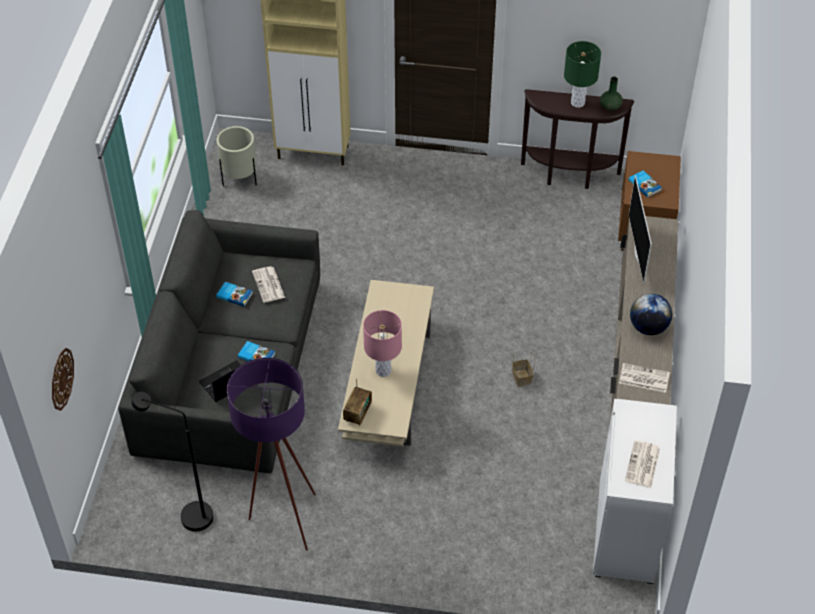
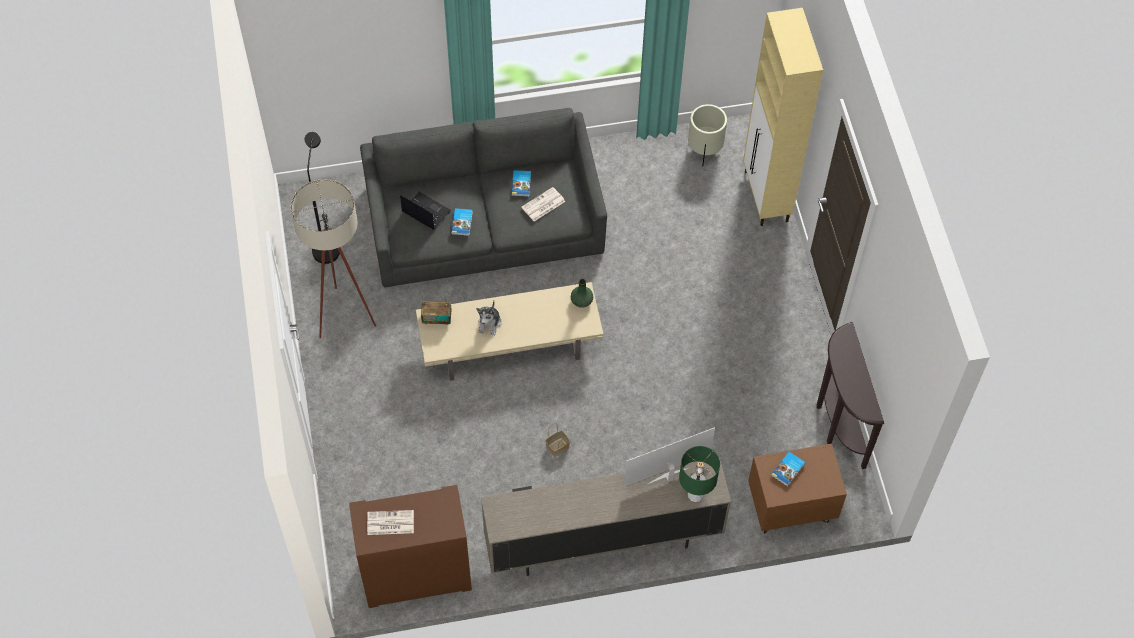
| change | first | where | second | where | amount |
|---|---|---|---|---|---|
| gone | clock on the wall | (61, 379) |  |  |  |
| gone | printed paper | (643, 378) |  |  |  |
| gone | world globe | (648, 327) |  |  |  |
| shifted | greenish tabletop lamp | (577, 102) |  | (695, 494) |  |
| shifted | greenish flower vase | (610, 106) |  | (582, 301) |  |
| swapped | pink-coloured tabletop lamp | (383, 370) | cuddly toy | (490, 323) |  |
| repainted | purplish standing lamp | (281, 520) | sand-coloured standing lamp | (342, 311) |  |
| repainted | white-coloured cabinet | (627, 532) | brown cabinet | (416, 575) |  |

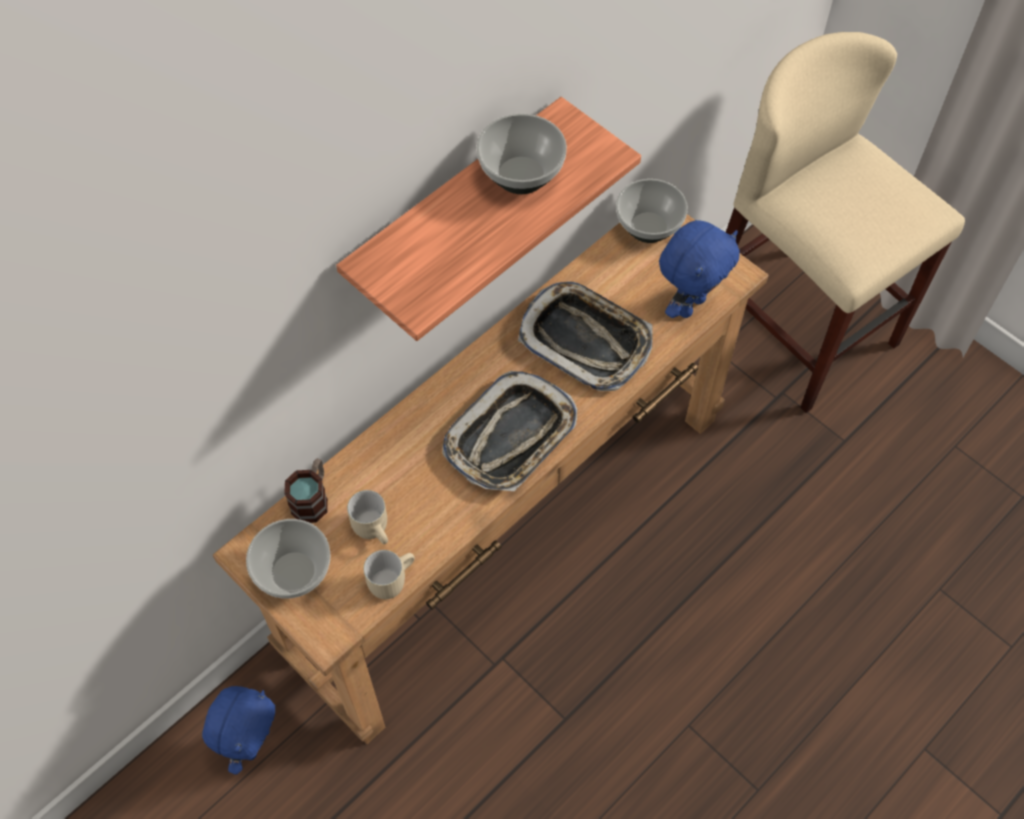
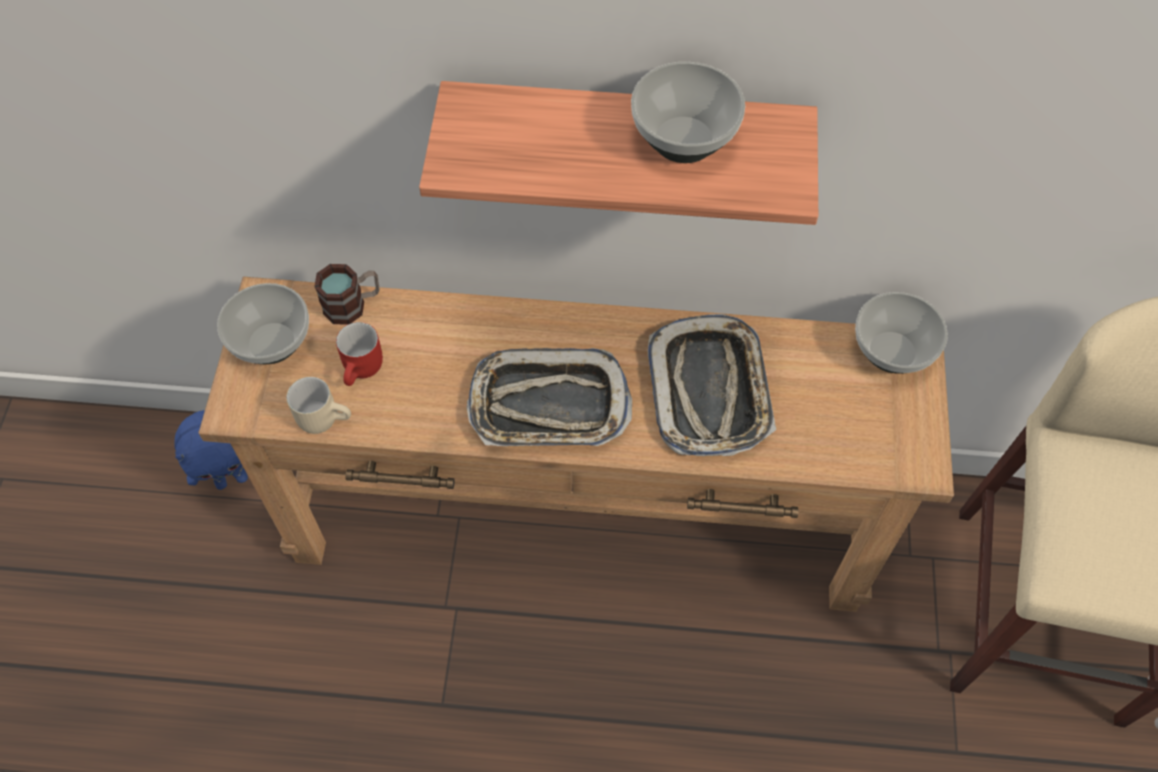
| change | first | where | second | where | amount |
|---|---|---|---|---|---|
| gone | bluish cuddly toy | (689, 305) |  |  |  |
| repainted | sand-coloured mug | (375, 528) | red-coloured mug | (364, 370) |  |

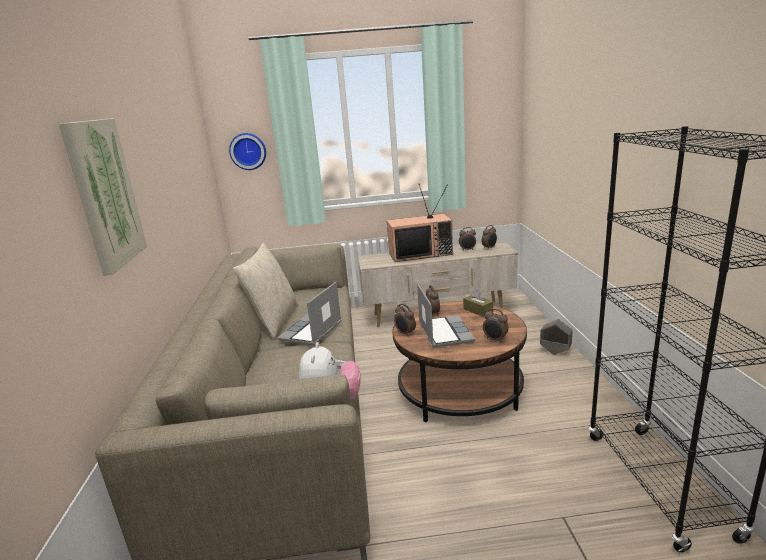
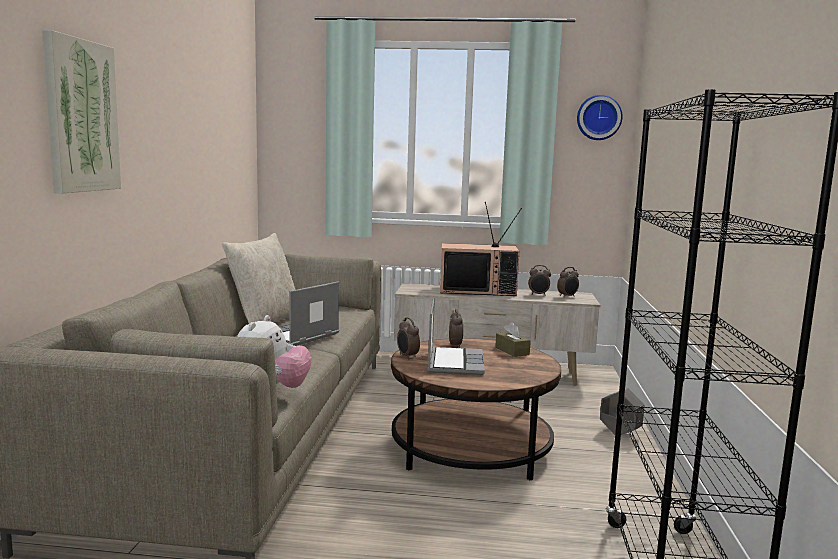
| change | first | where | second | where | amount |
|---|---|---|---|---|---|
| gone | bedside clock | (495, 339) |  |  |  |
| shifted | clock on the wall | (248, 151) |  | (598, 117) |  |

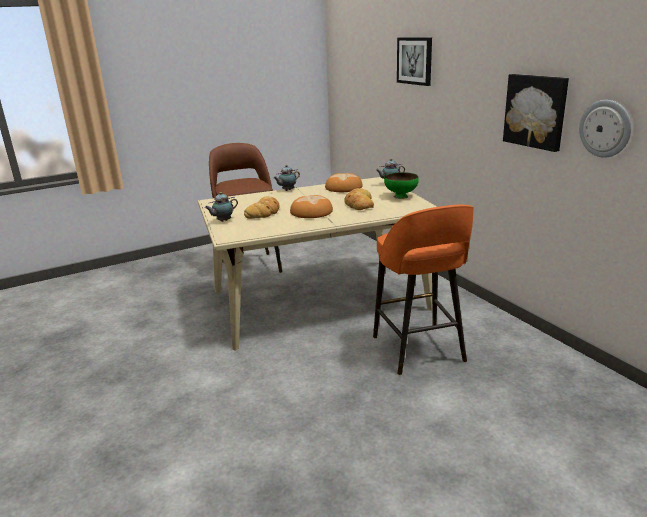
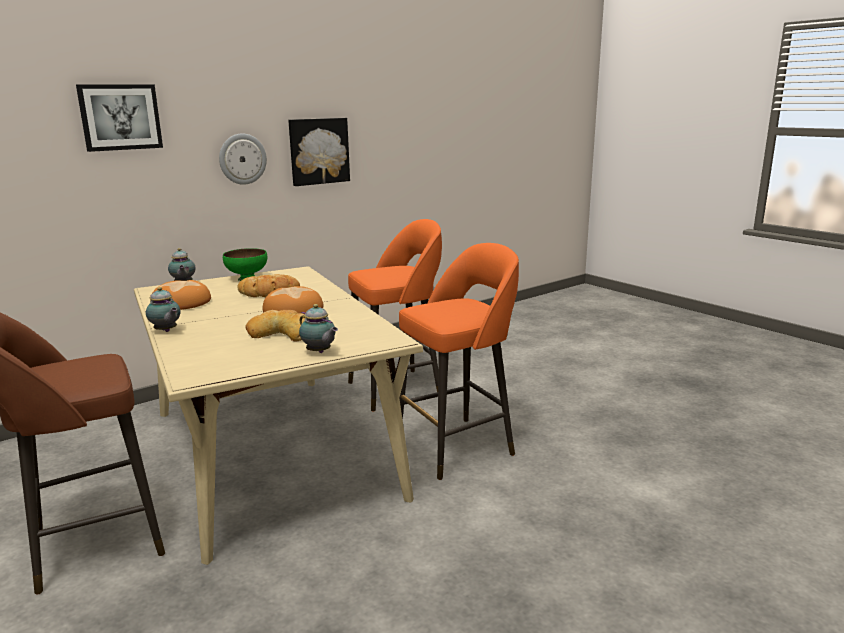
| change | first | where | second | where | amount |
|---|---|---|---|---|---|
| new |  |  | orange-coloured sitting stool | (457, 446) |  |
| shifted | clock on the wall | (605, 128) |  | (242, 159) |  |

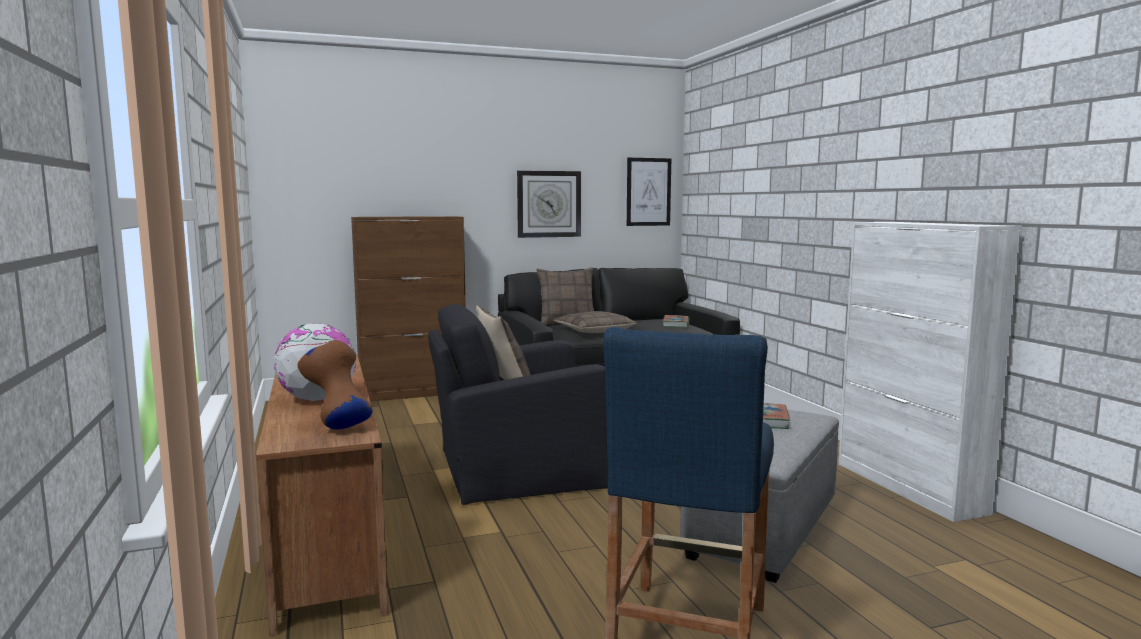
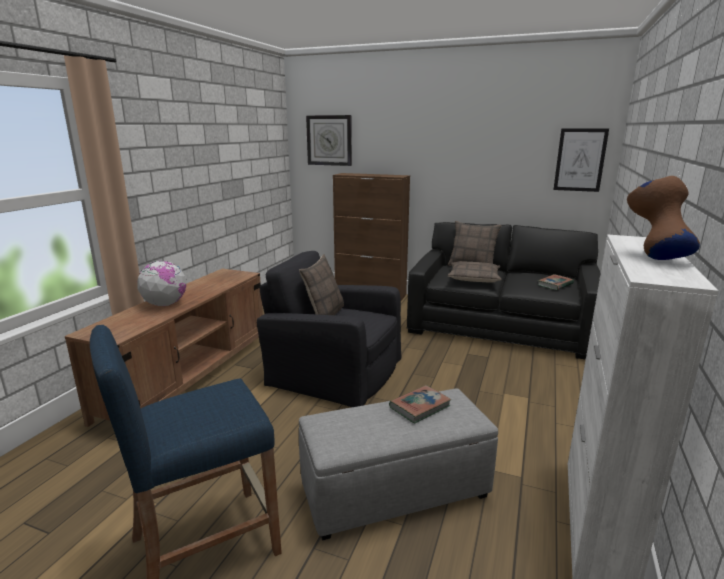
| change | first | where | second | where | amount |
|---|---|---|---|---|---|
| shifted | brown flower vase | (337, 426) |  | (654, 257) |  |
| shifted | clock on the wall | (548, 204) |  | (329, 140) |  |

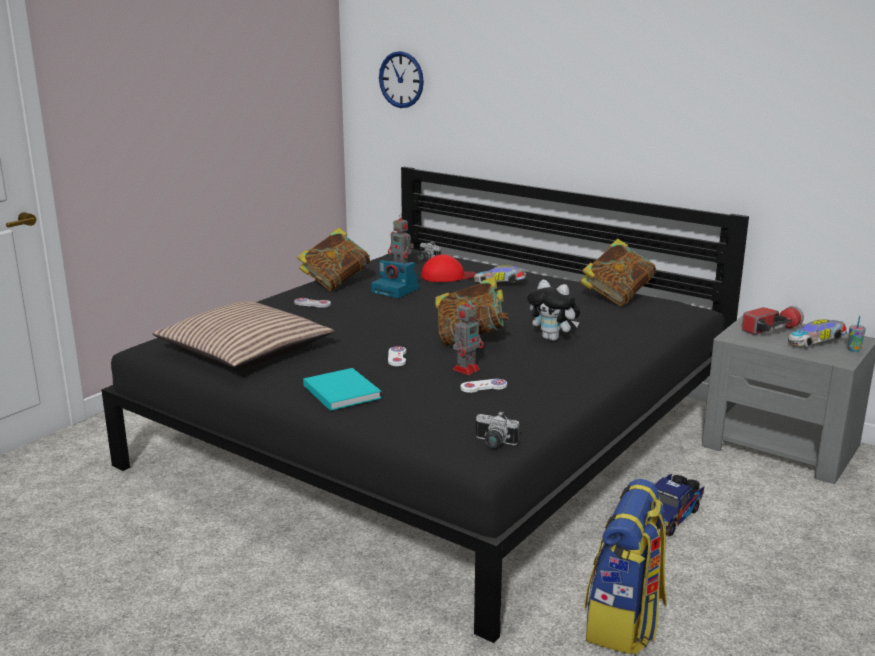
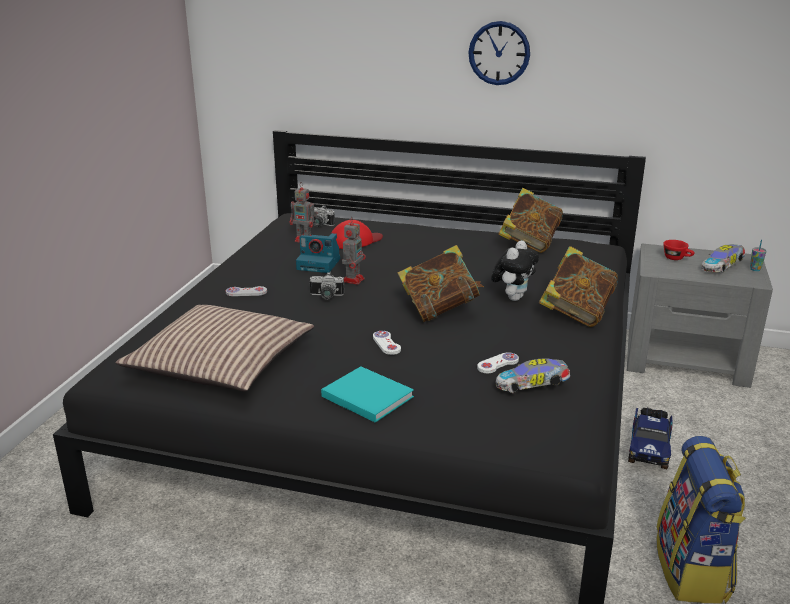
| change | first | where | second | where | amount |
|---|---|---|---|---|---|
| shifted | bound book | (335, 283) |  | (576, 313) |  |
| shifted | clock on the wall | (401, 79) |  | (499, 53) |  |
| shifted | robot figure | (467, 369) |  | (353, 279) |  |
| shifted | model car | (501, 284) |  | (533, 387) |  |
| shifted | photo camera | (493, 443) |  | (326, 296) |  |
| swapped | torch | (772, 330) | red-coloured drinking cup | (677, 258) |  |
| rotated | cuddly toy | (553, 338) |  | (513, 297) | 75 degrees counterclockwise |

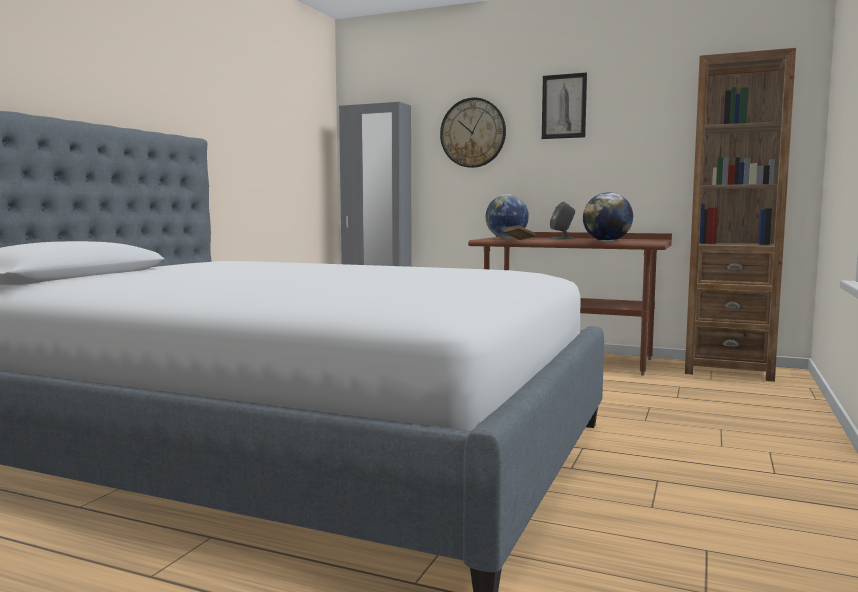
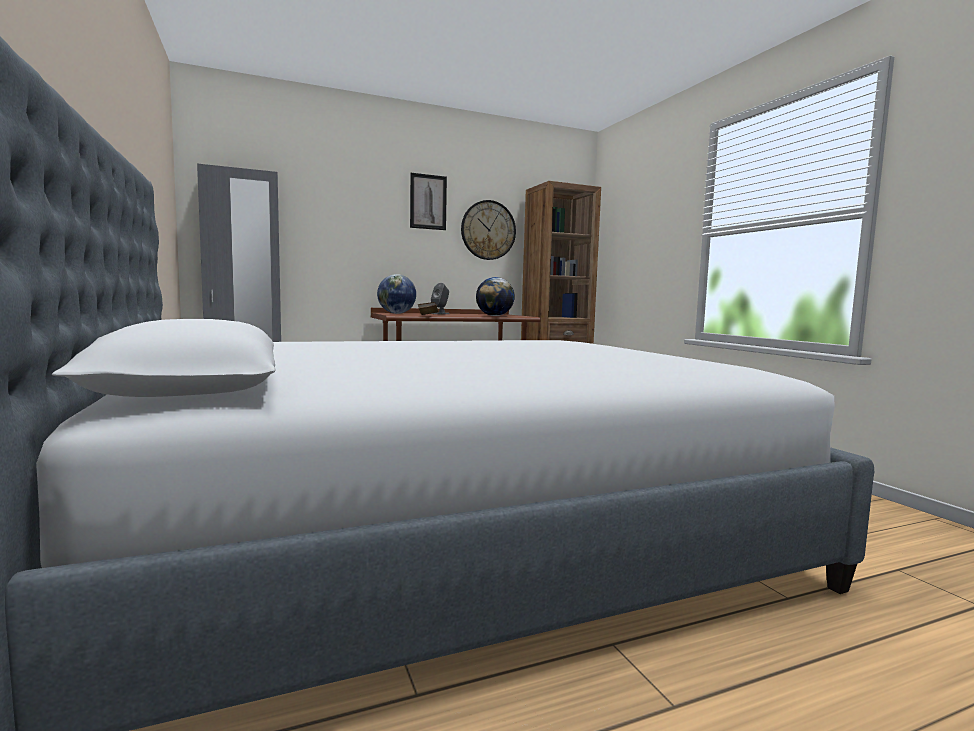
| change | first | where | second | where | amount |
|---|---|---|---|---|---|
| shifted | clock on the wall | (473, 133) |  | (488, 230) |  |

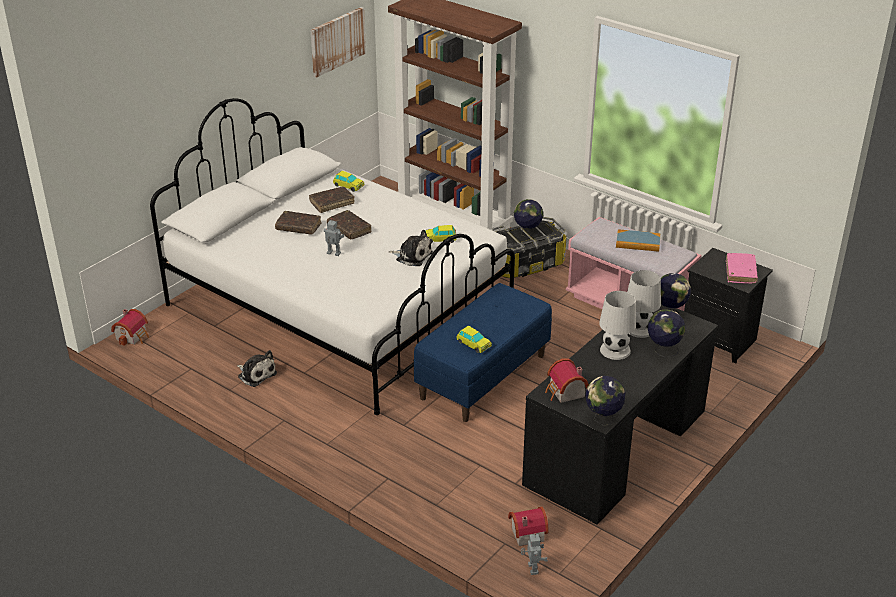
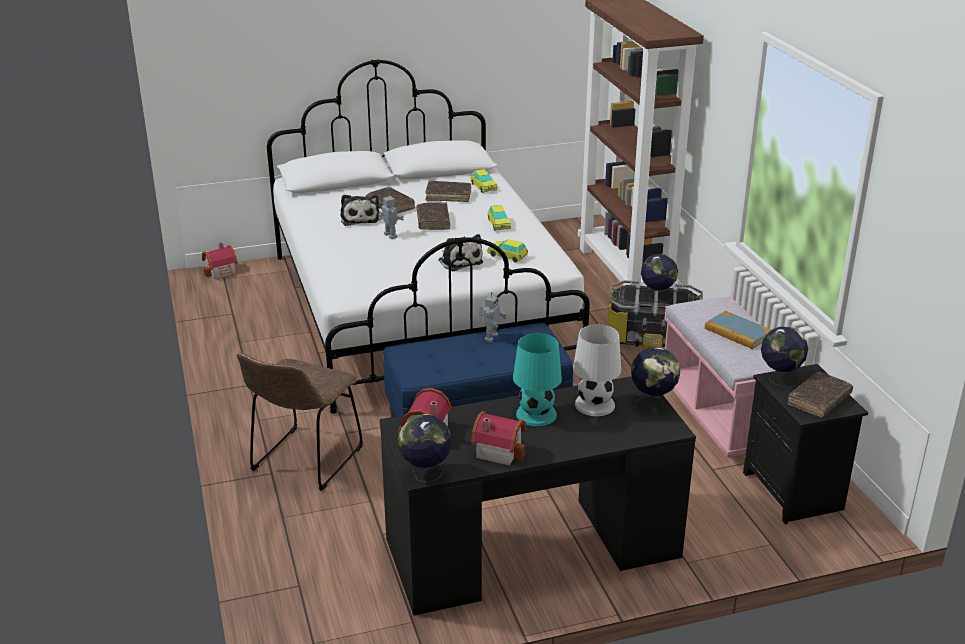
| change | first | where | second | where | amount |
|---|---|---|---|---|---|
| gone | wall art | (337, 41) |  |  |  |
| new |  |  | brown upright chair | (304, 462) |  |
| shifted | cuddly toy | (256, 374) |  | (359, 218) |  |
| shifted | model car | (474, 344) |  | (499, 224) |  |
| shifted | miniature house | (526, 533) |  | (498, 450) |  |
| shifted | robot figure | (532, 569) |  | (490, 337) |  |
| shifted | world globe | (663, 351) |  | (779, 379) |  |
| repainted | white-coloured tabletop lamp | (614, 350) | turquoise tabletop lamp | (535, 414) |  |
| repainted | pink-coloured bound book | (740, 272) | brown bound book | (819, 400) |  |

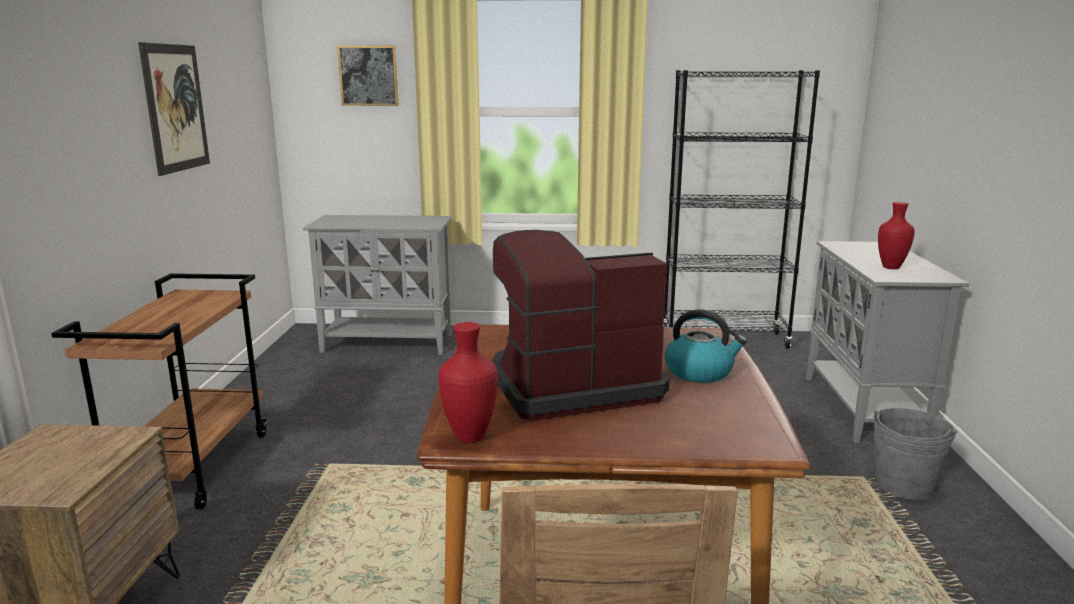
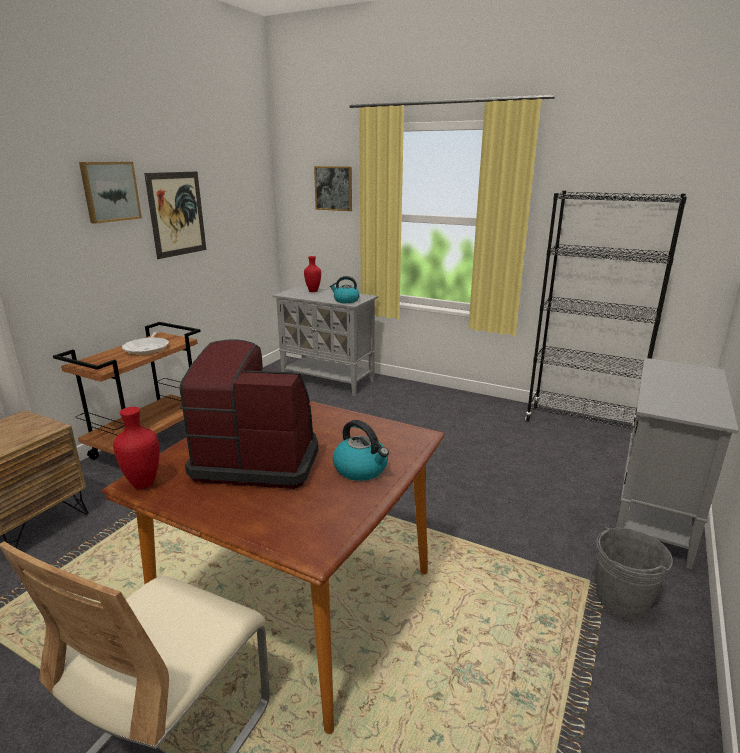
| change | first | where | second | where | amount |
|---|---|---|---|---|---|
| new |  |  | wall art | (110, 191) |  |
| new |  |  | pan | (147, 348) |  |
| new |  |  | water kettle | (346, 300) |  |
| shifted | red-coloured flower vase | (892, 268) |  | (313, 291) |  |

